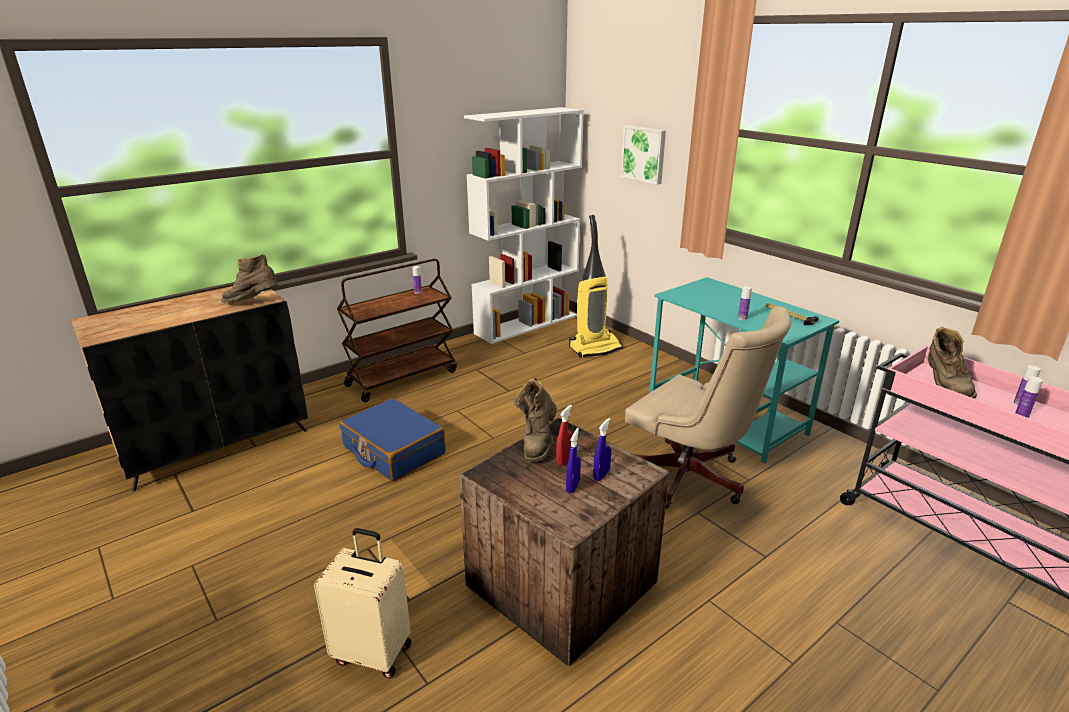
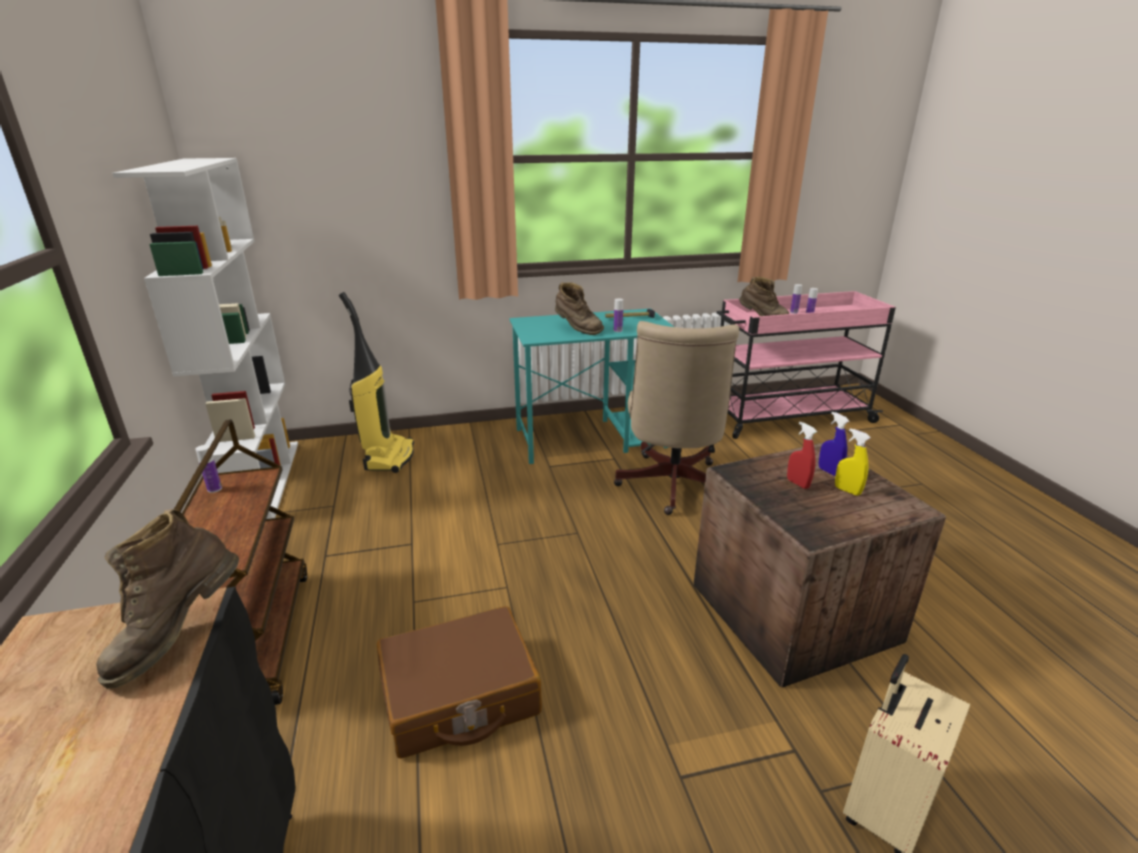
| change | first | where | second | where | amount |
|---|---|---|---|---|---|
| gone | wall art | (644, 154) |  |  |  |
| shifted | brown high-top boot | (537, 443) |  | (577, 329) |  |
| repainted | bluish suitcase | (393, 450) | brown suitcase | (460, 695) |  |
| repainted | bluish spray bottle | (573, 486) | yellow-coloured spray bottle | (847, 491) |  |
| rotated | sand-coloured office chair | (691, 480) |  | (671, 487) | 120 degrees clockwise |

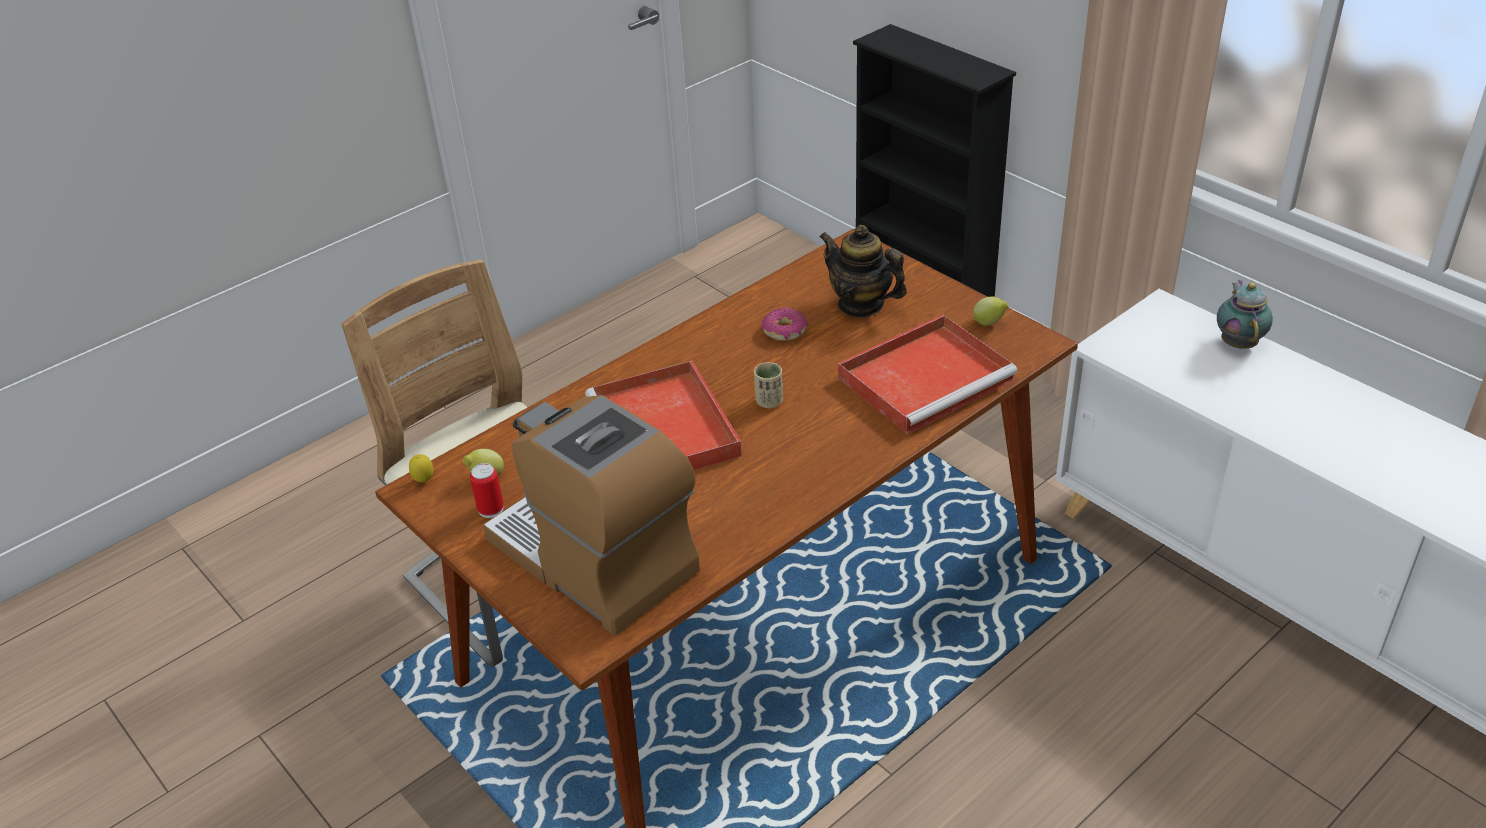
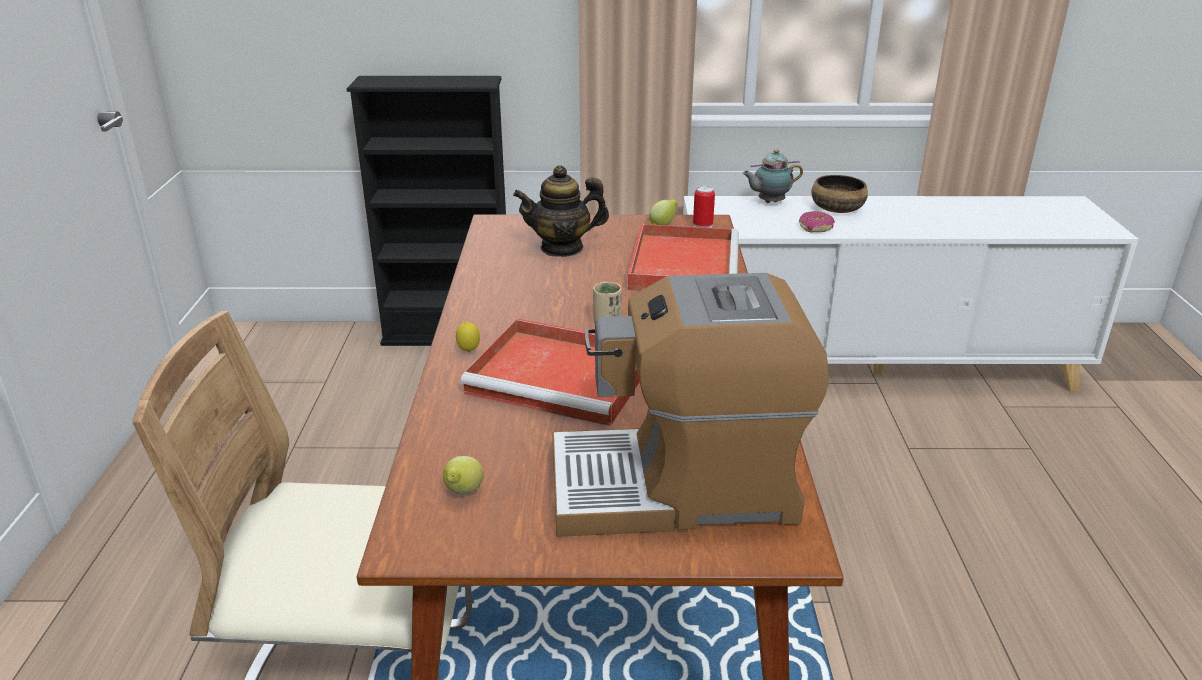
| change | first | where | second | where | amount |
|---|---|---|---|---|---|
| new |  |  | bowl | (836, 209) |  |
| shifted | whole lemon | (424, 481) |  | (469, 352) |  |
| shifted | sealed can | (491, 509) |  | (702, 226) |  |
| shifted | doughnut | (784, 331) |  | (816, 228) |  |
| rotated | pot for tea | (1238, 343) |  | (769, 202) | 60 degrees counterclockwise |

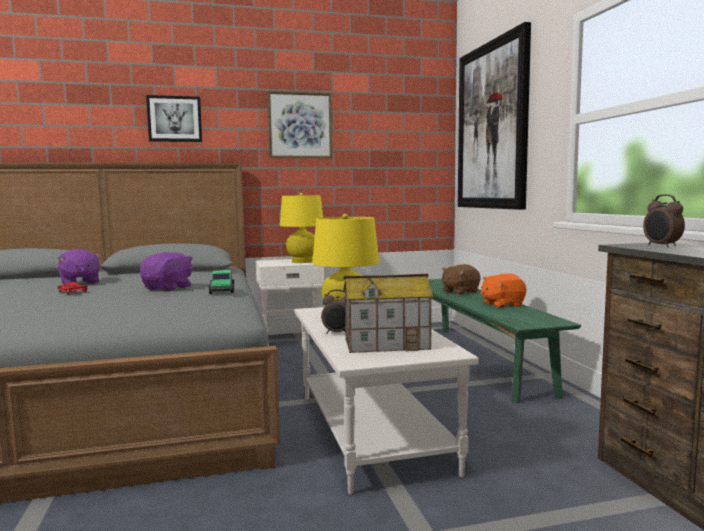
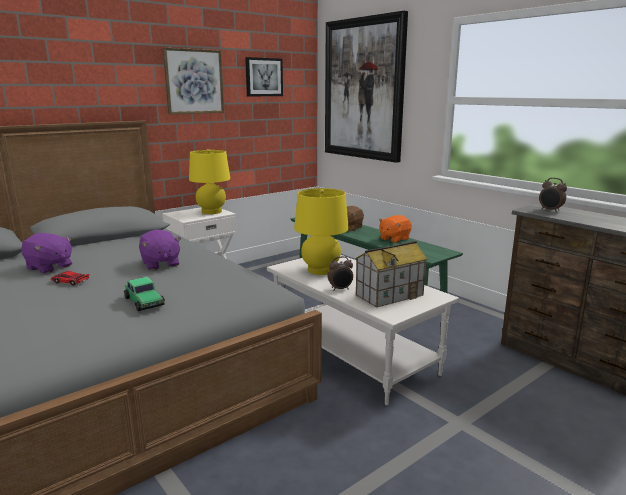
| change | first | where | second | where | amount |
|---|---|---|---|---|---|
| shifted | wall art | (174, 119) |  | (263, 77) |  |
| shifted | model car | (222, 290) |  | (144, 302) |  |
| rotated | purplish cuddly toy | (169, 288) |  | (160, 264) | 150 degrees clockwise |

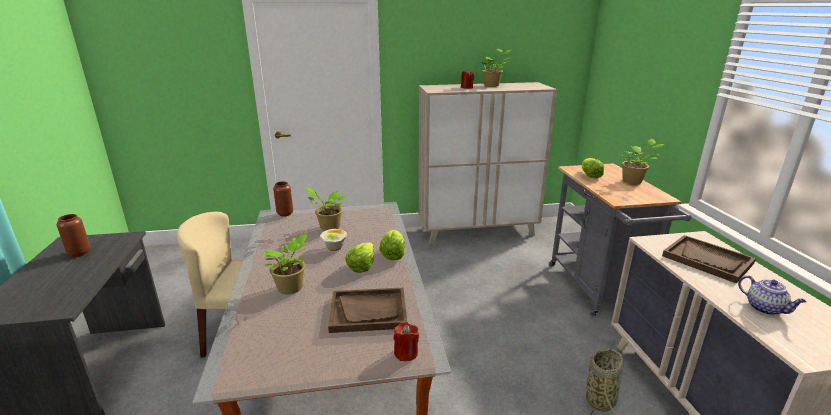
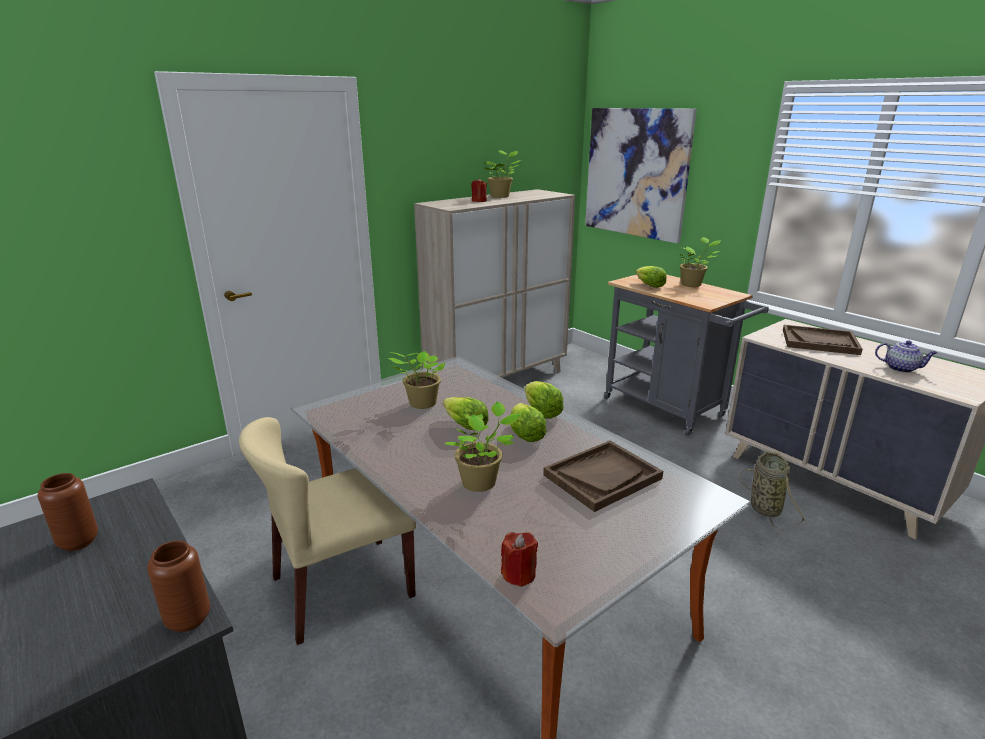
| change | first | where | second | where | amount |
|---|---|---|---|---|---|
| new |  |  | wall art | (636, 173) |  |
| shifted | brown flower vase | (285, 214) |  | (188, 619) |  |
| shifted | red-coloured wax light | (406, 353) |  | (519, 574) |  |
| swapped | bowl | (334, 248) | lettuce | (464, 425) |  |

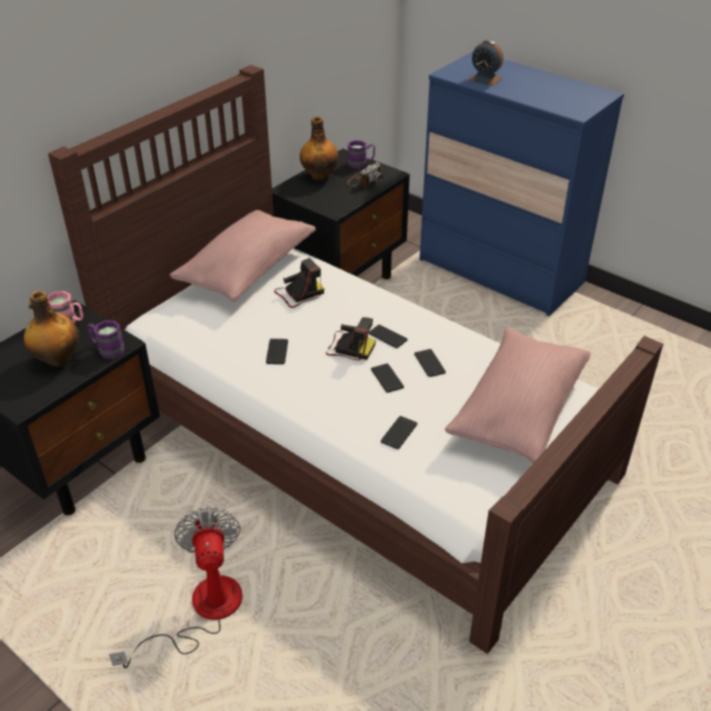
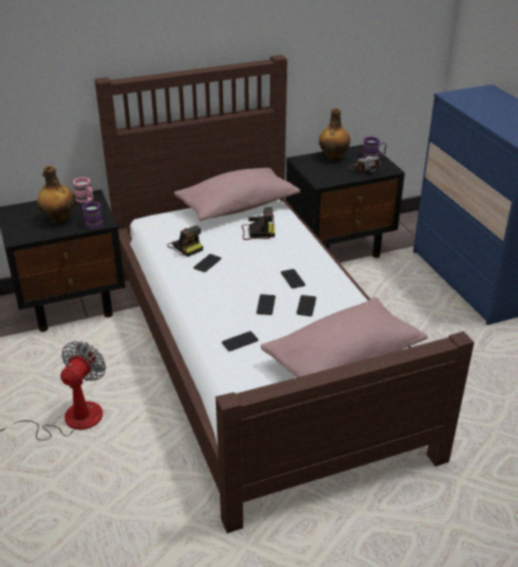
| change | first | where | second | where | amount |
|---|---|---|---|---|---|
| gone | bedside clock | (485, 79) |  |  |  |
| shifted | photo camera | (349, 347) |  | (185, 246) |  |

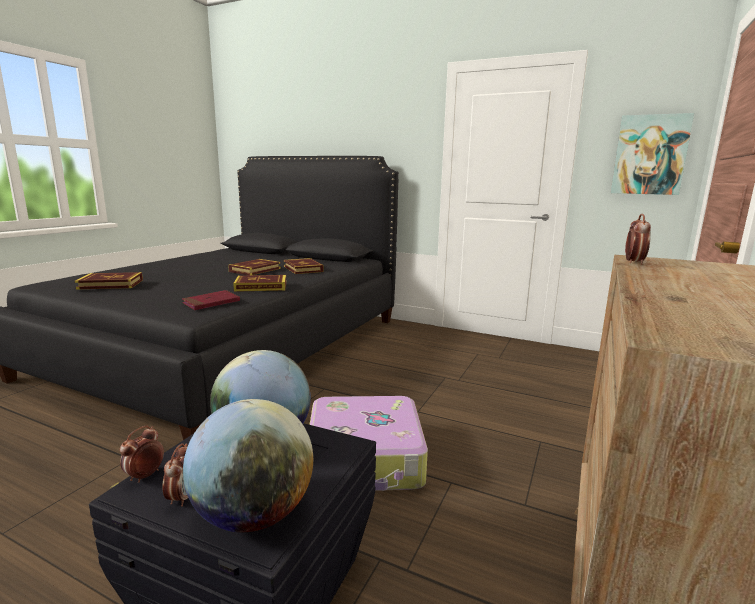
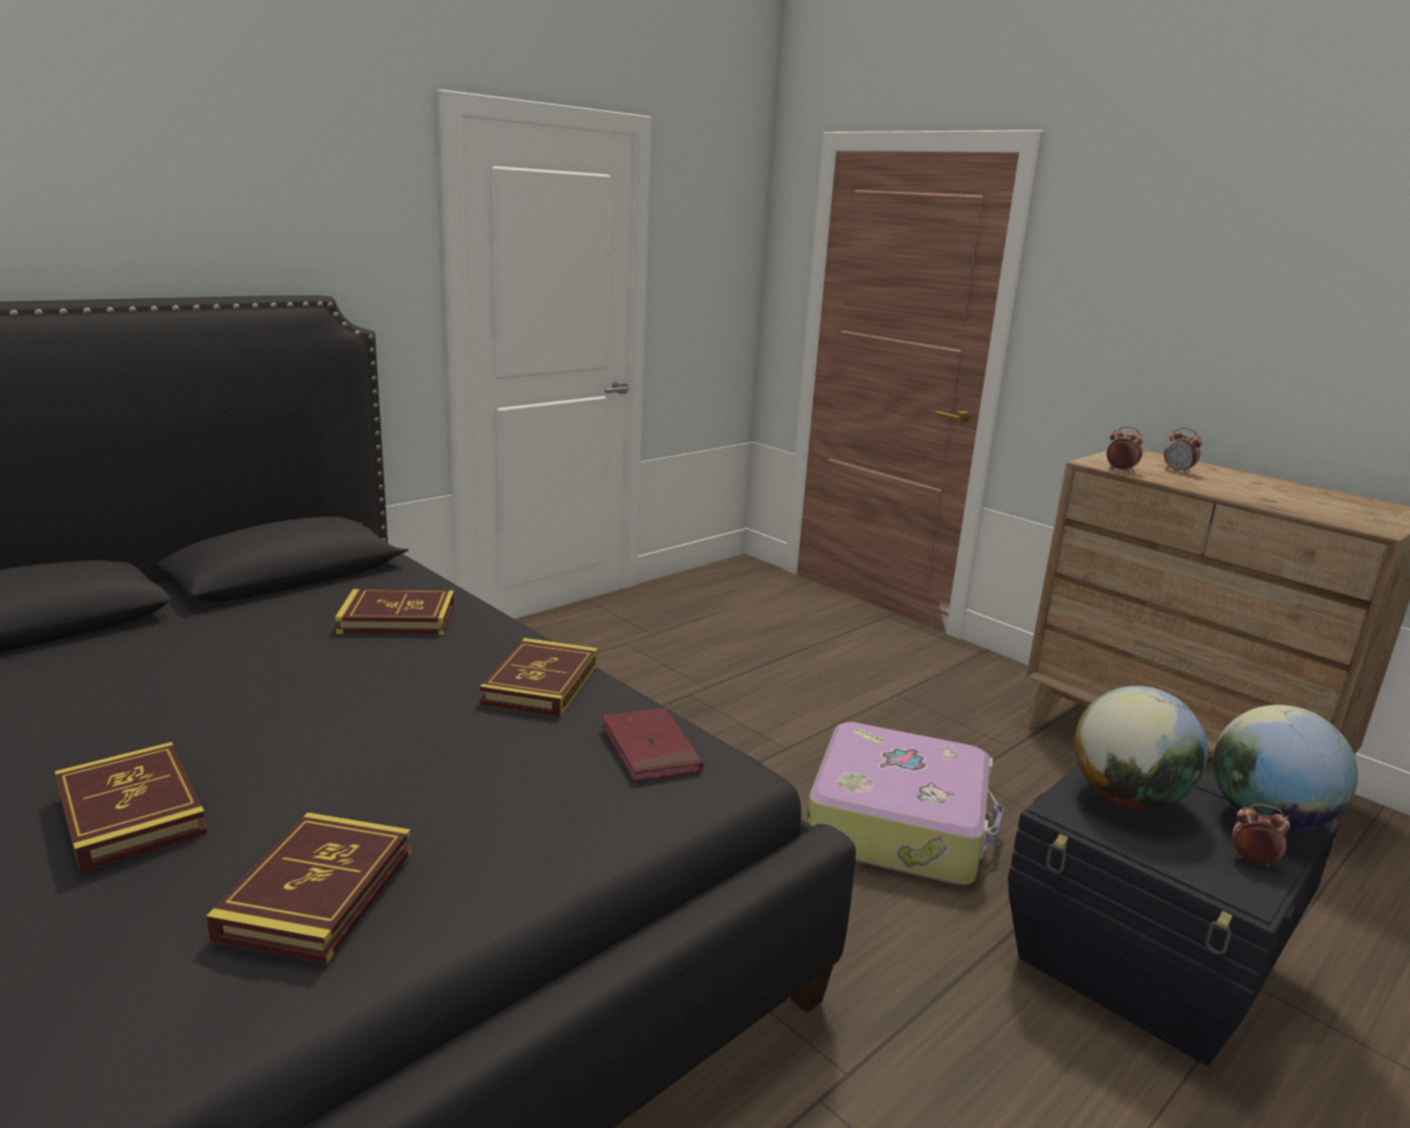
| change | first | where | second | where | amount |
|---|---|---|---|---|---|
| gone | wall art | (649, 155) |  |  |  |
| shifted | bedside clock | (144, 476) |  | (1178, 471) |  |
| shifted | bound book | (255, 270) |  | (131, 812) |  |

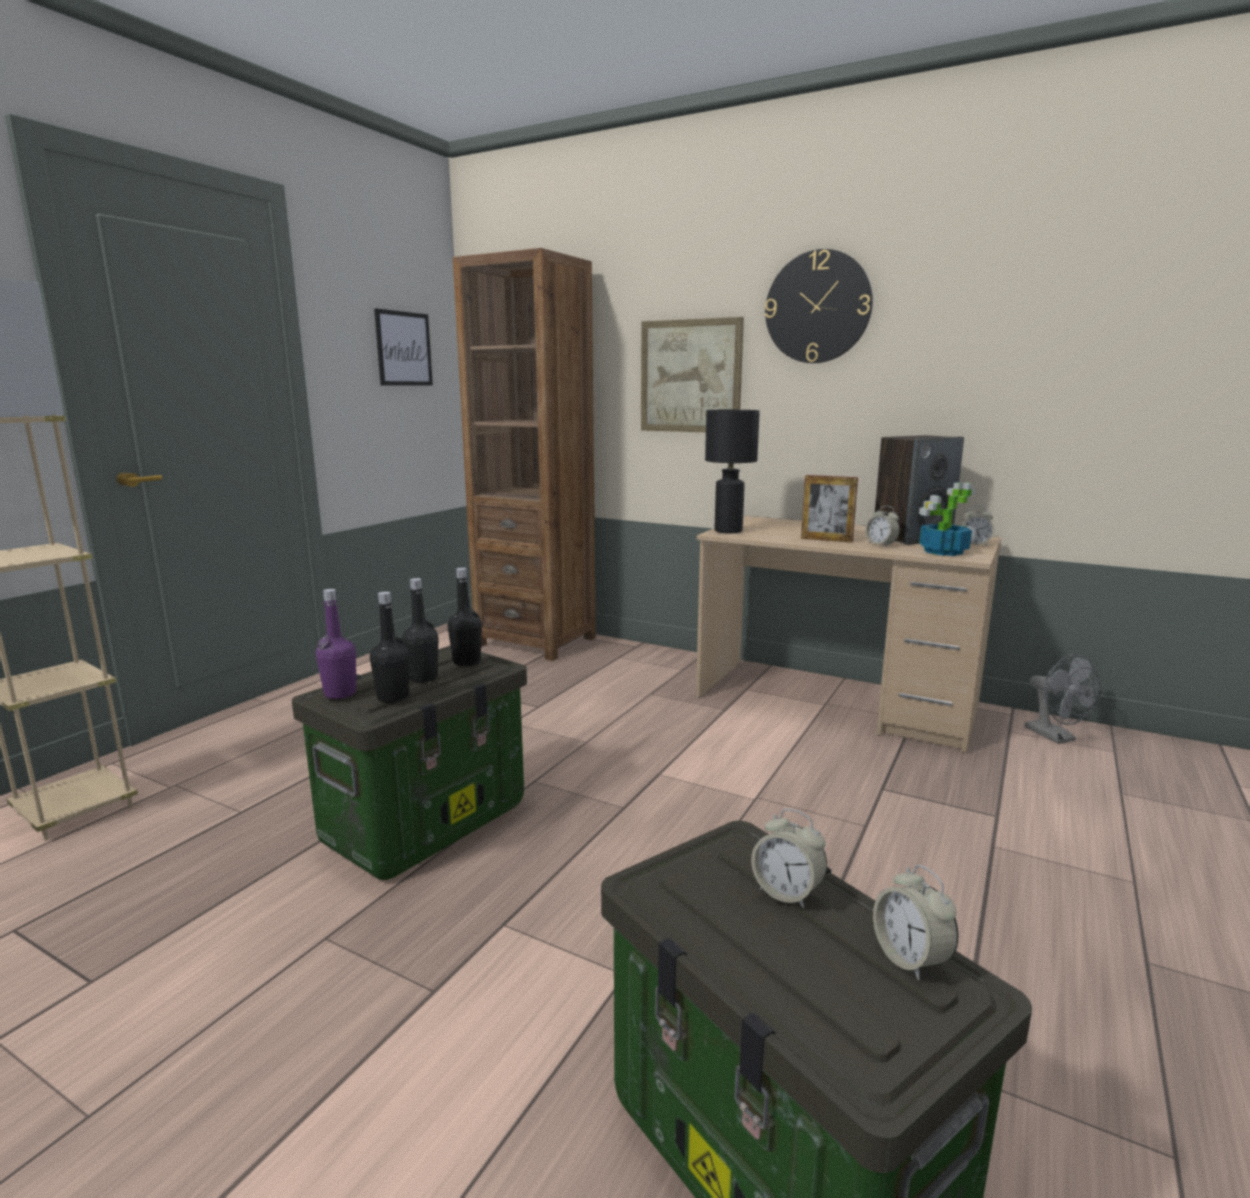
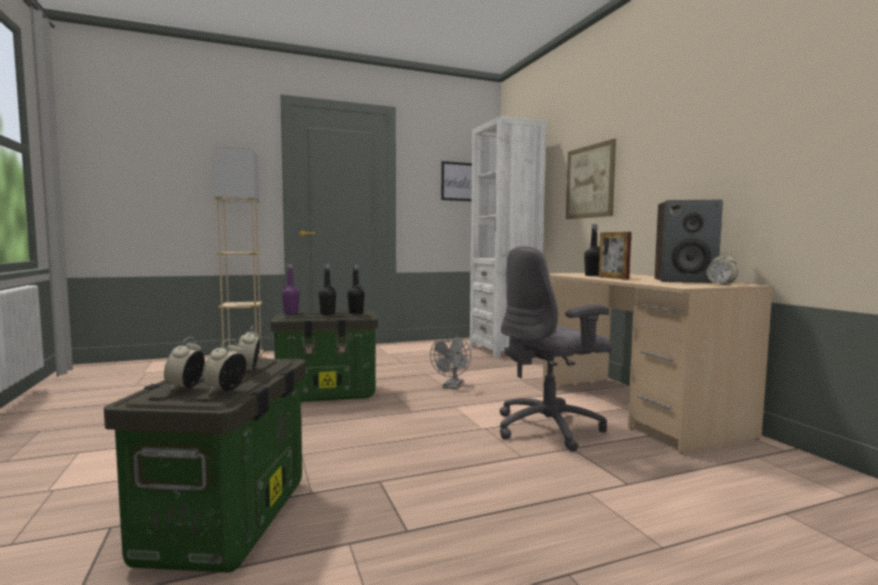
| change | first | where | second | where | amount |
|---|---|---|---|---|---|
| gone | black-coloured tabletop lamp | (727, 531) |  |  |  |
| gone | clock on the wall | (818, 307) |  |  |  |
| gone | potted plant | (942, 552) |  |  |  |
| new |  |  | grey office chair | (549, 428) |  |
| shifted | black-coloured bottle | (393, 697) |  | (592, 275) |  |
| shifted | bedside clock | (881, 545) |  | (185, 387) |  |
| shifted | grey electric fan | (1056, 737) |  | (452, 386) |  |
| repainted | brown bookcase | (536, 641) | white-coloured bookcase | (503, 350) |  |

